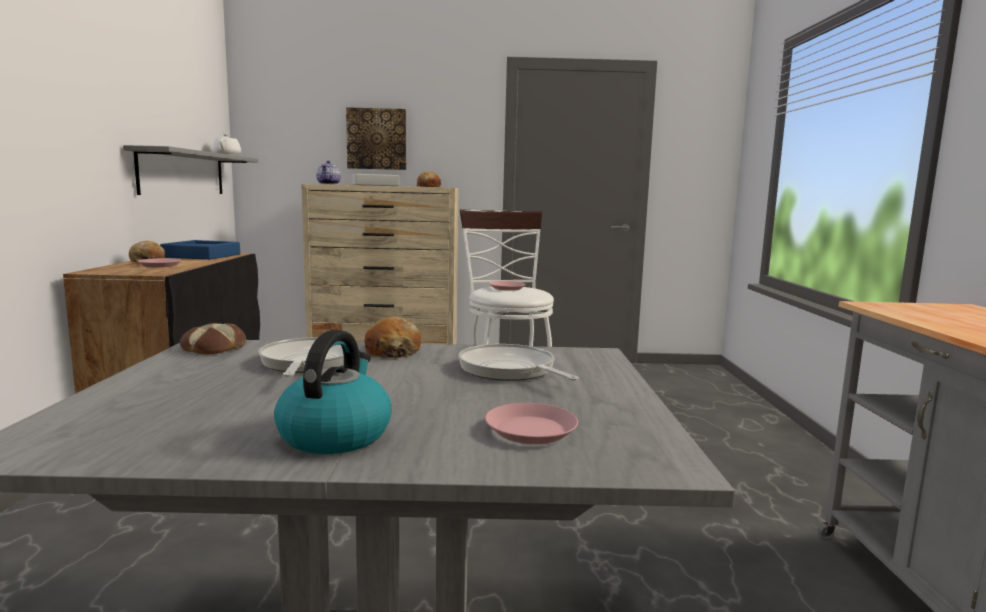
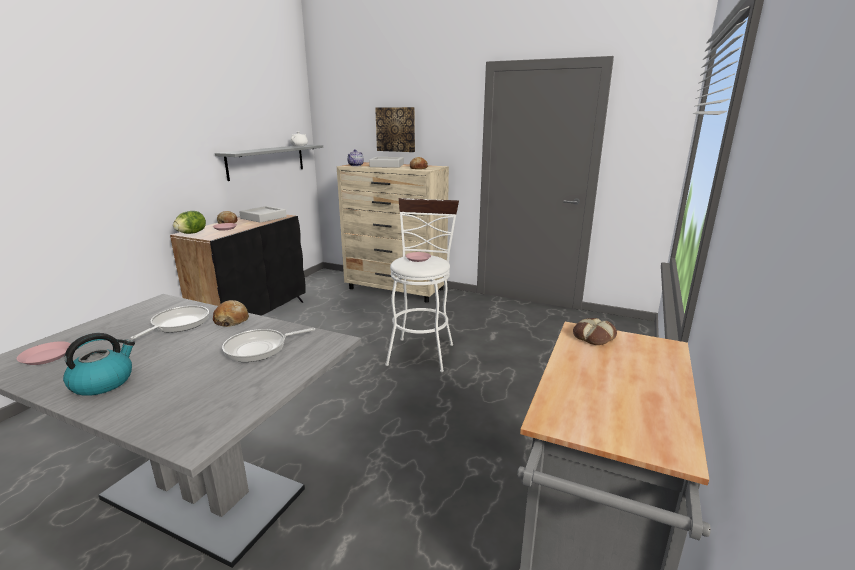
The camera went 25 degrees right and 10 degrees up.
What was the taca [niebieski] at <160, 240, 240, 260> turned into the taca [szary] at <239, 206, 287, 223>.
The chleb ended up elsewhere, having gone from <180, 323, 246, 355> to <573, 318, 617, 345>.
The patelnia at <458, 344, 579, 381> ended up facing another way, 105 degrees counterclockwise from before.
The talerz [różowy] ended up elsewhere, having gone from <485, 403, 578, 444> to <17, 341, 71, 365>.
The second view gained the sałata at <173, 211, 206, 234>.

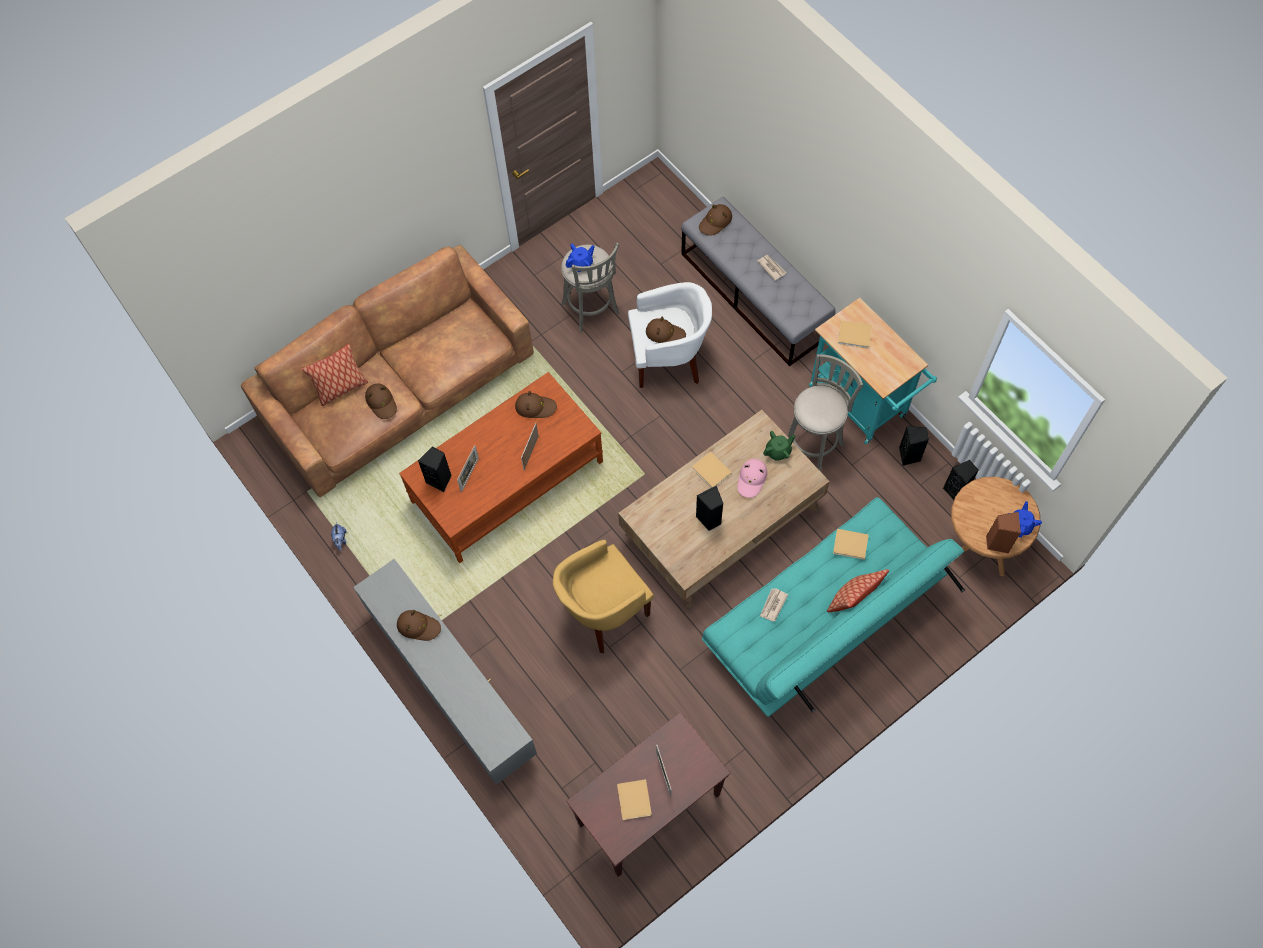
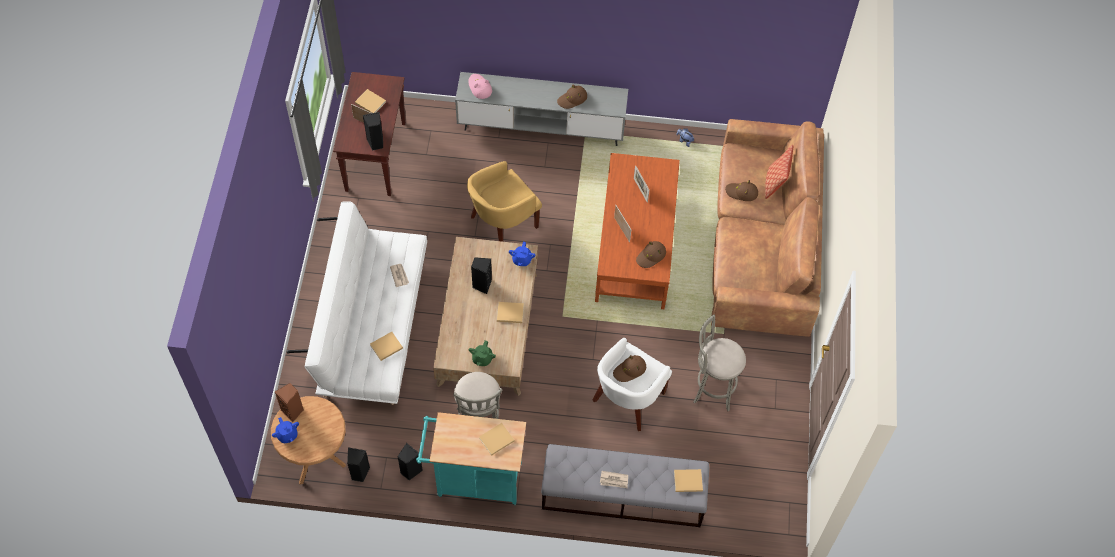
The camera went 130 degrees right and 5 degrees down.
The głośnik [czarny] ended up elsewhere, having gone from <418, 446, 452, 492> to <363, 112, 383, 151>.
The fotel [żółty] at <553, 540, 654, 653> ended up facing another way, 135 degrees counterclockwise from before.
The imbryk [niebieski] ended up elsewhere, having gone from <565, 244, 595, 272> to <509, 242, 535, 266>.
Where the kapelusz [brązowy] stood at <699, 204, 732, 236>, the książka [beżowy] came to stand at <674, 469, 703, 492>.
What was the kanapa [turkusowy] at <702, 497, 965, 717> turned into the kanapa [biały] at <287, 201, 427, 405>.
The kapelusz [różowy] ended up elsewhere, having gone from <737, 459, 767, 498> to <468, 74, 492, 99>.
The second view lost the poduszka at <827, 569, 889, 612>.

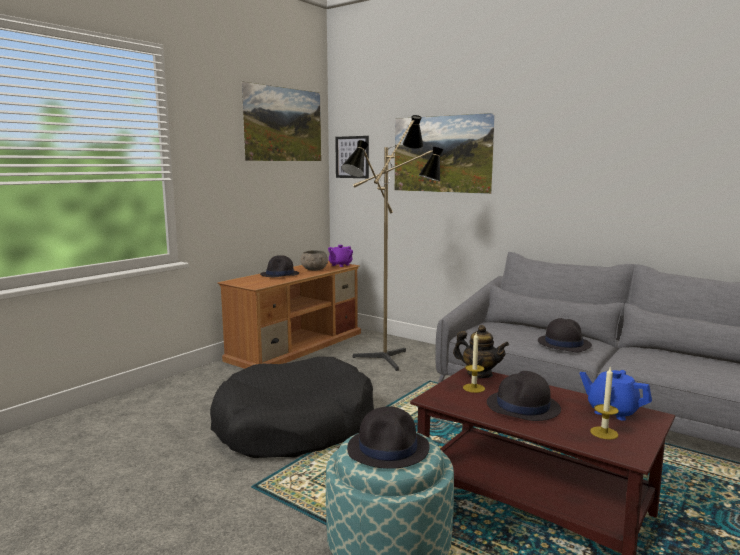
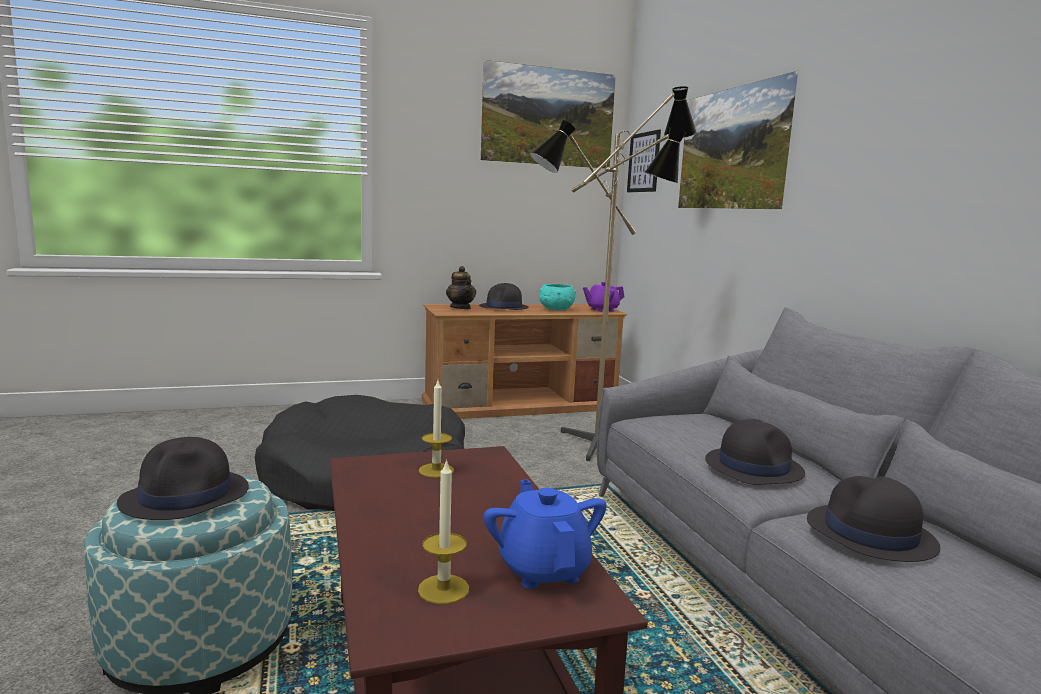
The camera went 35 degrees right and 0 degrees up.
What was the miska [szary] at <300, 250, 328, 271> turned into the miska [turkusowy] at <539, 284, 576, 311>.
The imbryk ended up elsewhere, having gone from <453, 325, 509, 378> to <446, 266, 476, 309>.
The kapelusz [czarny] ended up elsewhere, having gone from <487, 371, 561, 421> to <807, 476, 940, 562>.

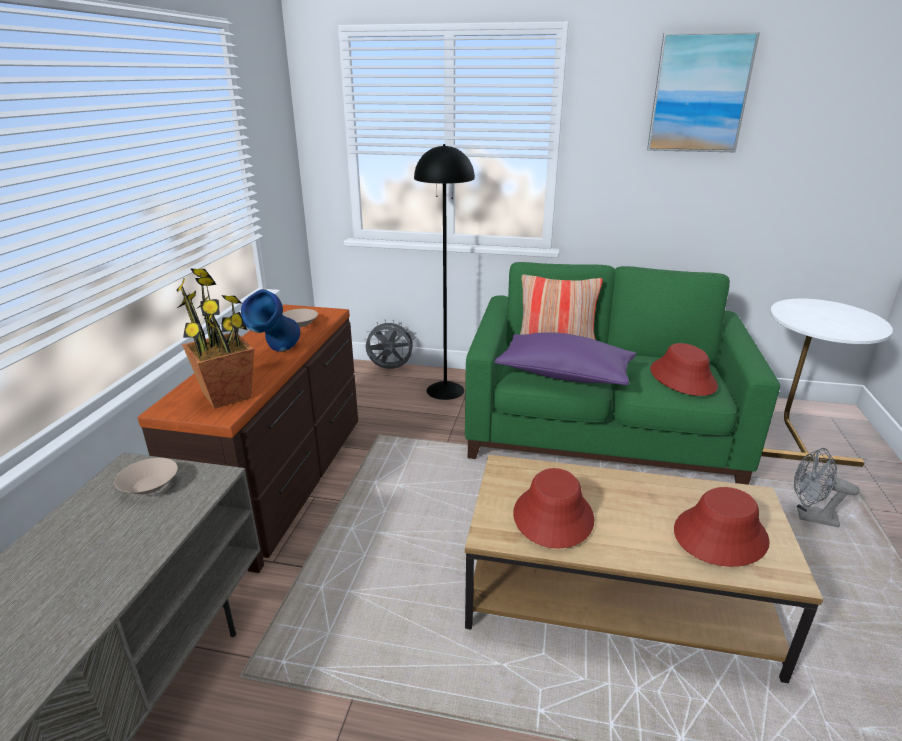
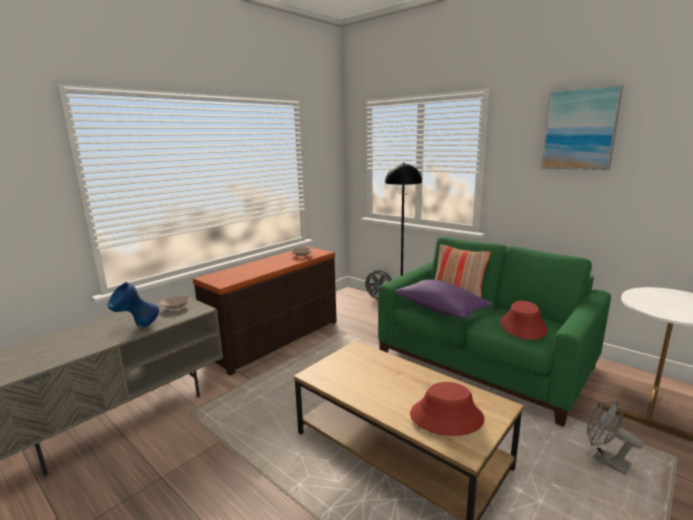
The camera went 30 degrees right and 10 degrees down.
The second view lost the roślina doniczkowa at <176, 268, 254, 409>.
The wazon [niebieski] ended up elsewhere, having gone from <241, 290, 300, 352> to <108, 282, 159, 327>.
The second view lost the kapelusz [czerwony] at <513, 468, 594, 548>.

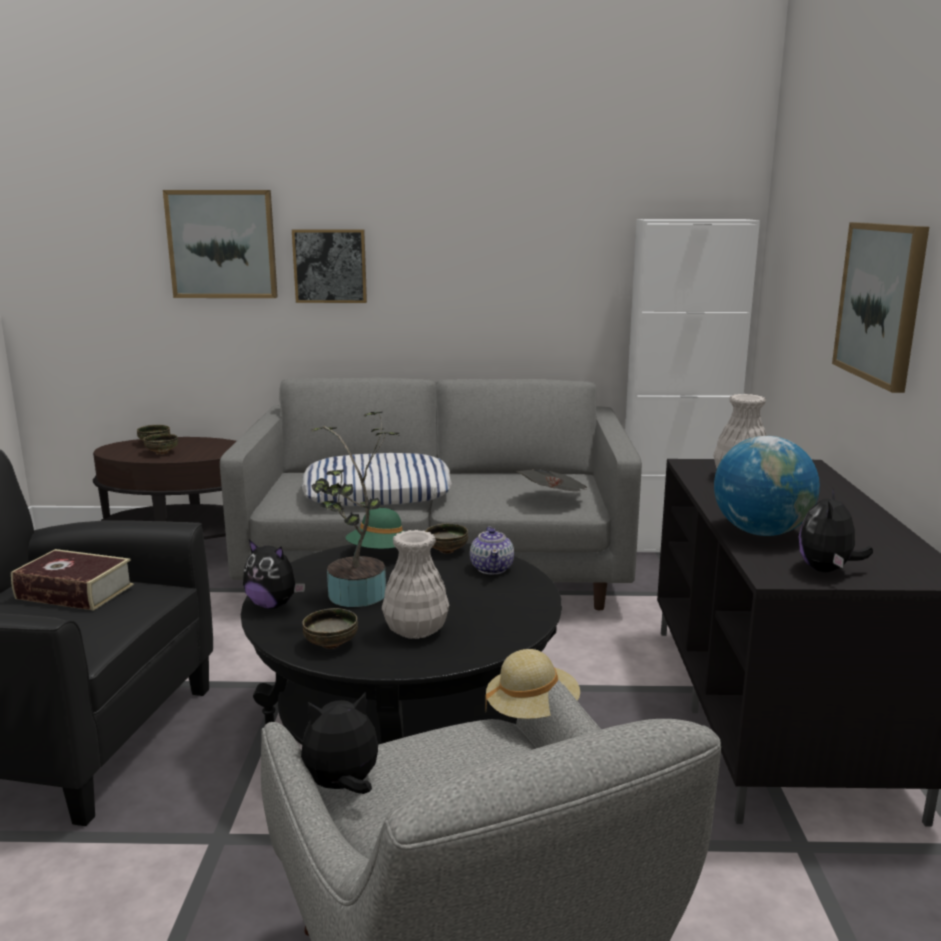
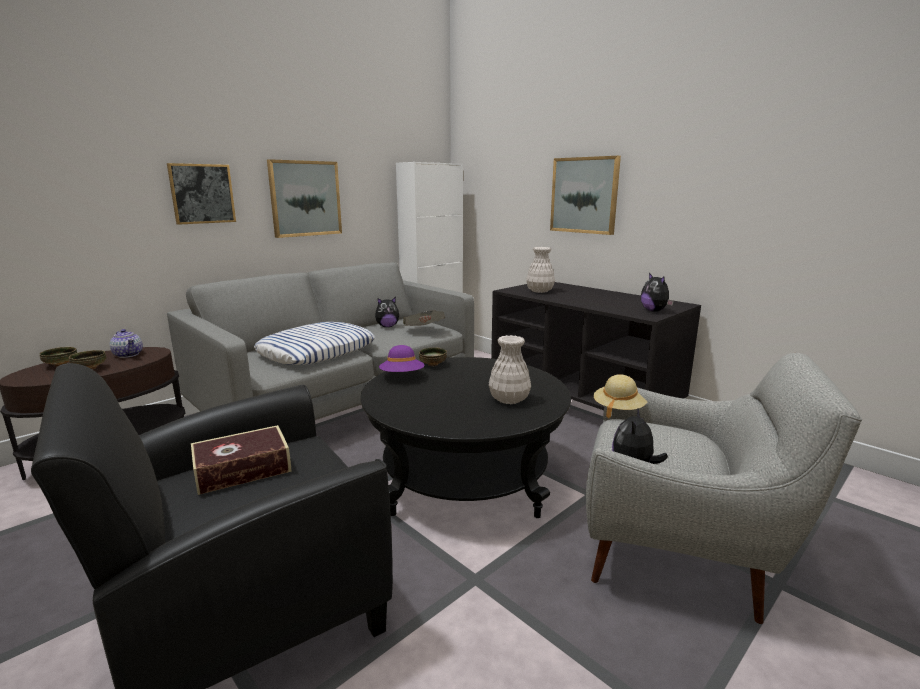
The camera went 45 degrees left and 0 degrees up.
The obraz ended up elsewhere, having gone from <163, 190, 278, 298> to <267, 159, 342, 238>.
The pluszak ended up elsewhere, having gone from <243, 540, 305, 609> to <375, 297, 400, 327>.
The second view lost the miska at <302, 608, 358, 649>.
The second view lost the roślina doniczkowa at <311, 411, 399, 607>.
What was the kapelusz [zielony] at <346, 508, 403, 549> turned into the kapelusz [fioletowy] at <379, 345, 425, 372>.
The imbryk ended up elsewhere, having gone from <470, 526, 514, 575> to <109, 329, 143, 358>.
The second view lost the globus at <714, 436, 820, 536>.

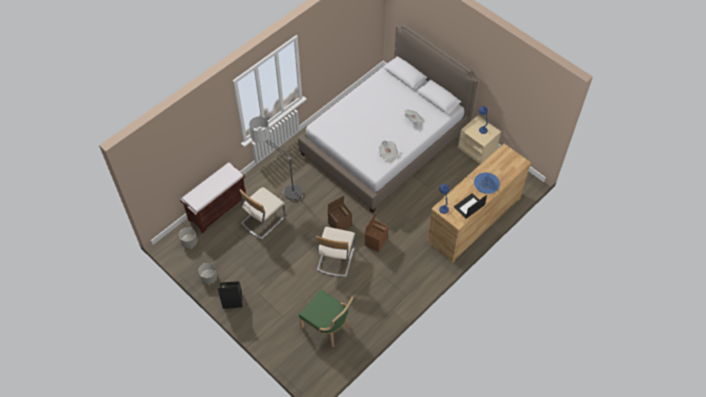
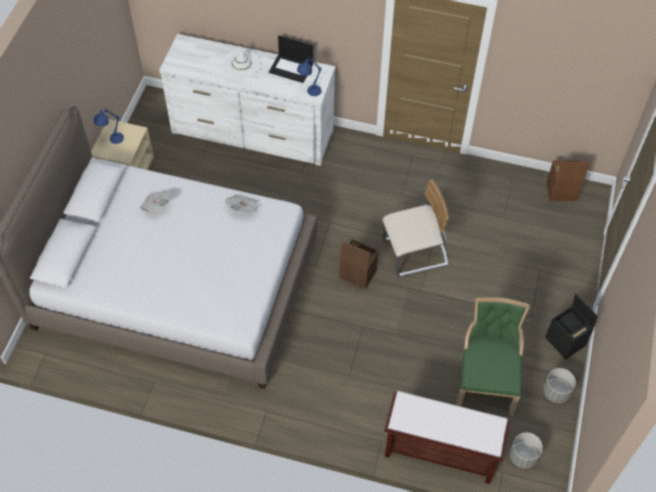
The camera went 120 degrees left and 0 degrees up.
The second view lost the krzesło [beżowy] at <239, 187, 285, 239>.
The second view lost the lampa stojąca at <249, 116, 303, 201>.
The krzesło [zielony] ended up elsewhere, having gone from <299, 290, 354, 347> to <456, 297, 529, 416>.
The pojemnik do przechowywania [brązowy] ended up elsewhere, having gone from <365, 213, 388, 252> to <547, 160, 590, 201>.
What was the komoda [brązowy] at <427, 144, 531, 263> turned into the komoda [biały] at <159, 34, 336, 166>.
What was the kapelusz [niebieski] at <474, 172, 500, 194> turned into the kapelusz [biały] at <222, 48, 261, 78>.

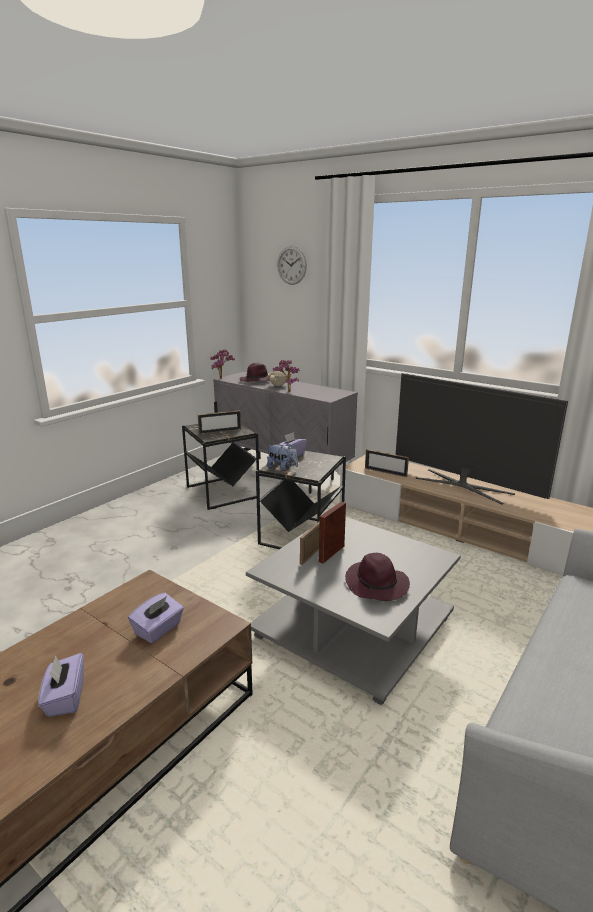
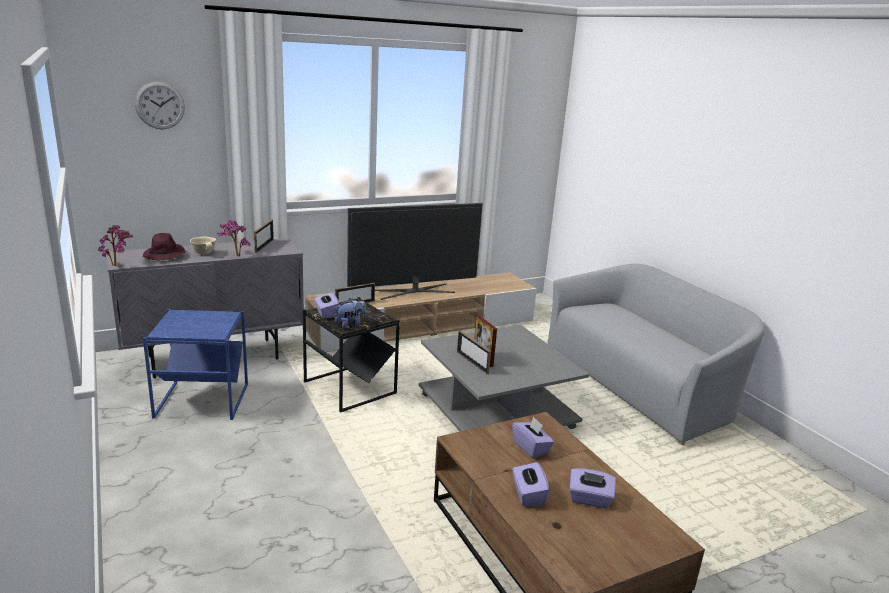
The camera went 65 degrees left and 0 degrees up.
What was the stolik [czarny] at <182, 424, 260, 510> turned into the stolik [niebieski] at <143, 309, 248, 420>.
The ramka na zdjęcie ended up elsewhere, having gone from <198, 410, 241, 434> to <254, 220, 274, 253>.
The second view lost the kapelusz [fioletowy] at <345, 553, 410, 601>.
The second view gained the pudełko chusteczek [fioletowy] at <512, 462, 549, 506>.

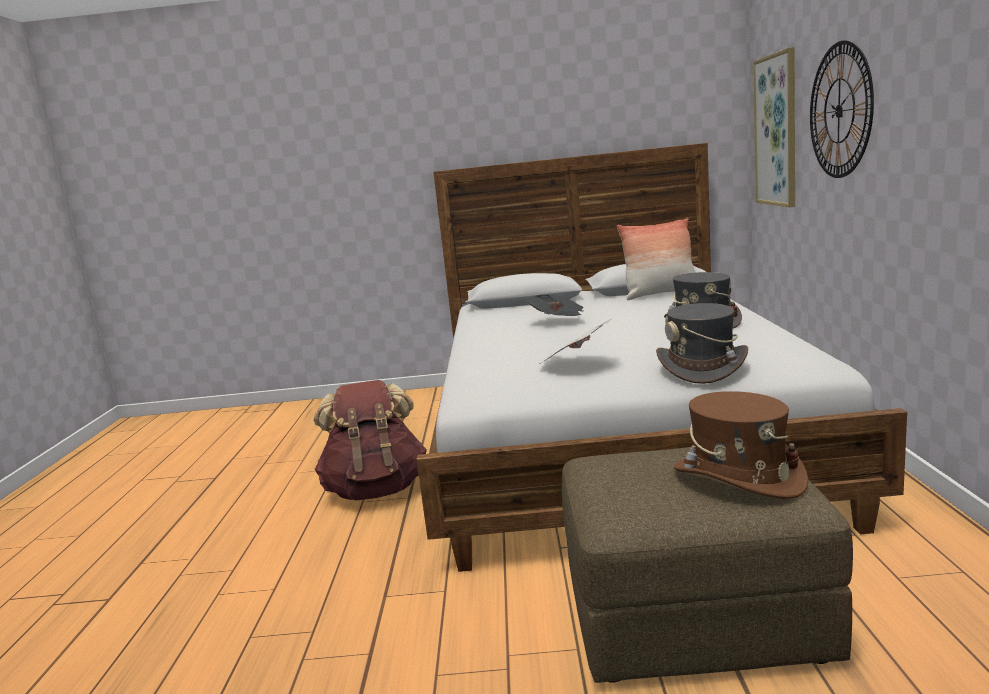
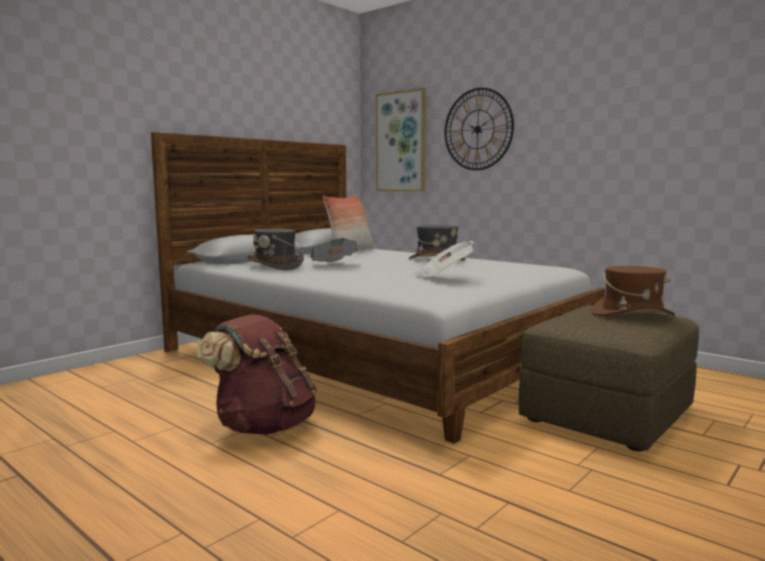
The camera went 50 degrees left and 5 degrees down.
The kapelusz [szary] ended up elsewhere, having gone from <656, 303, 748, 384> to <248, 229, 304, 270>.

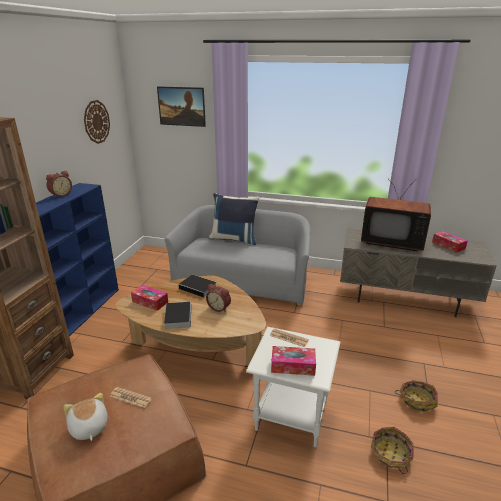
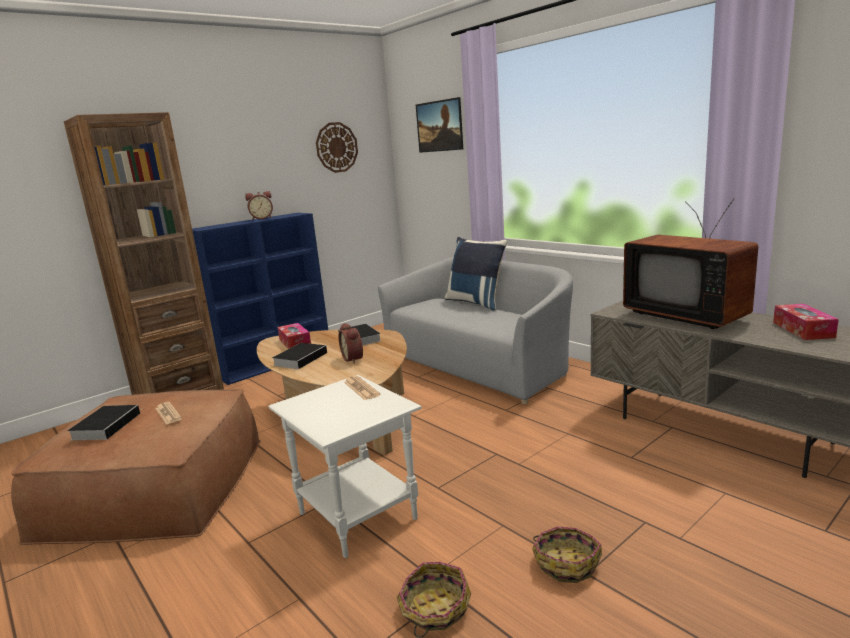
The camera went 35 degrees right and 10 degrees down.
Where the pluszak stood at <63, 393, 108, 441>, the książka came to stand at <67, 405, 140, 440>.
The second view lost the pudełko chusteczek at <271, 346, 316, 376>.

